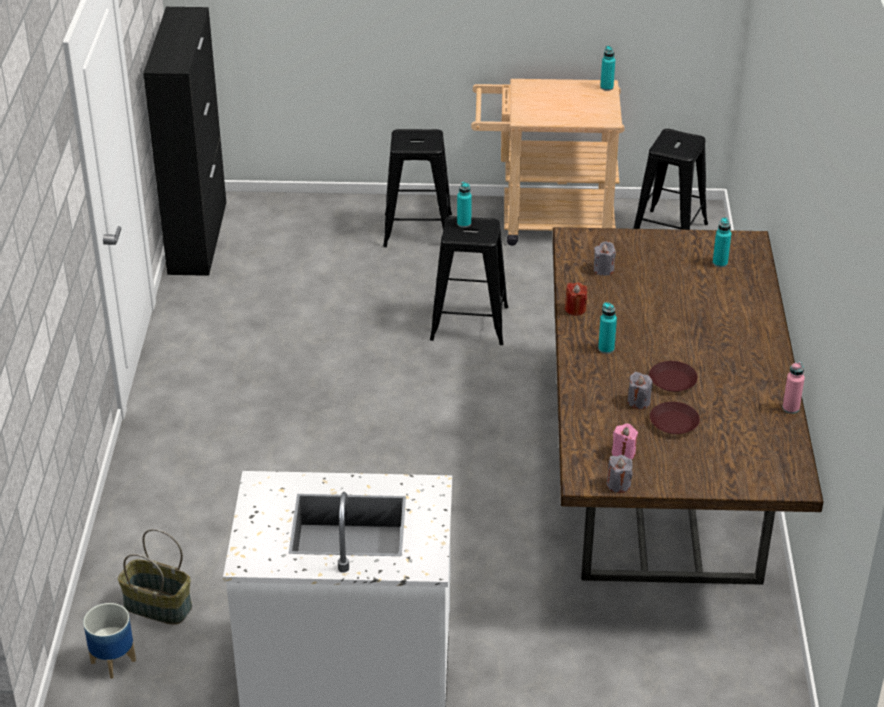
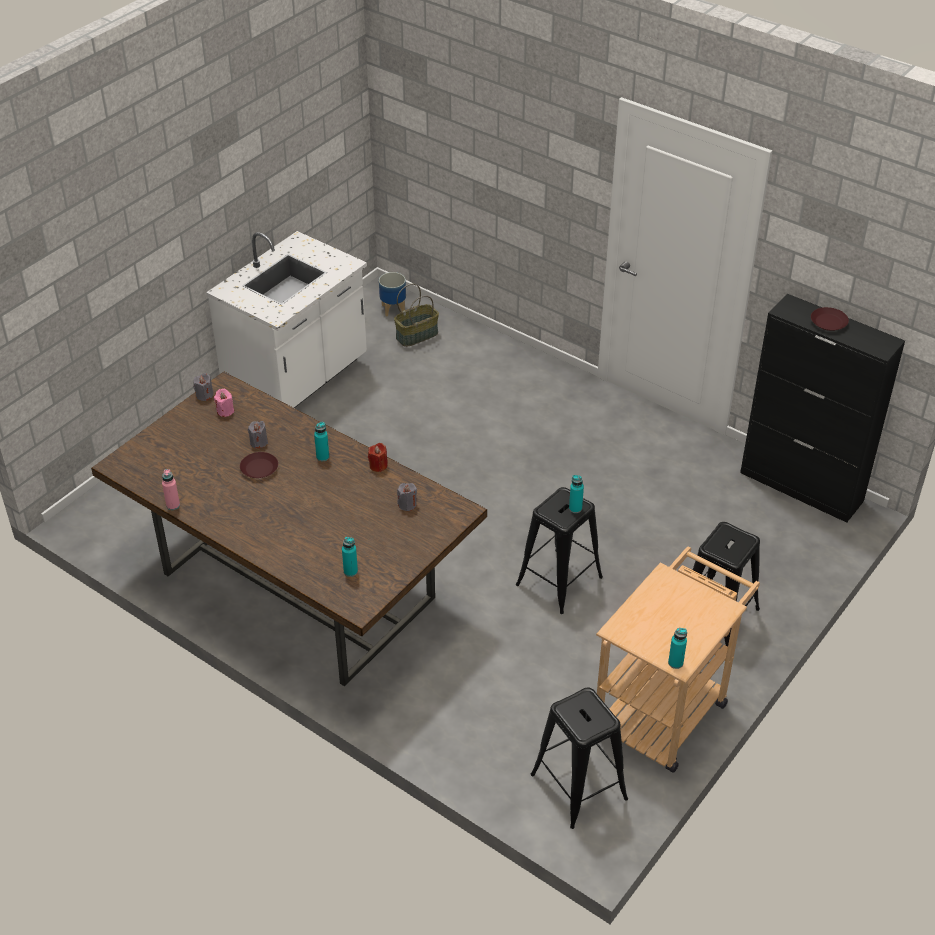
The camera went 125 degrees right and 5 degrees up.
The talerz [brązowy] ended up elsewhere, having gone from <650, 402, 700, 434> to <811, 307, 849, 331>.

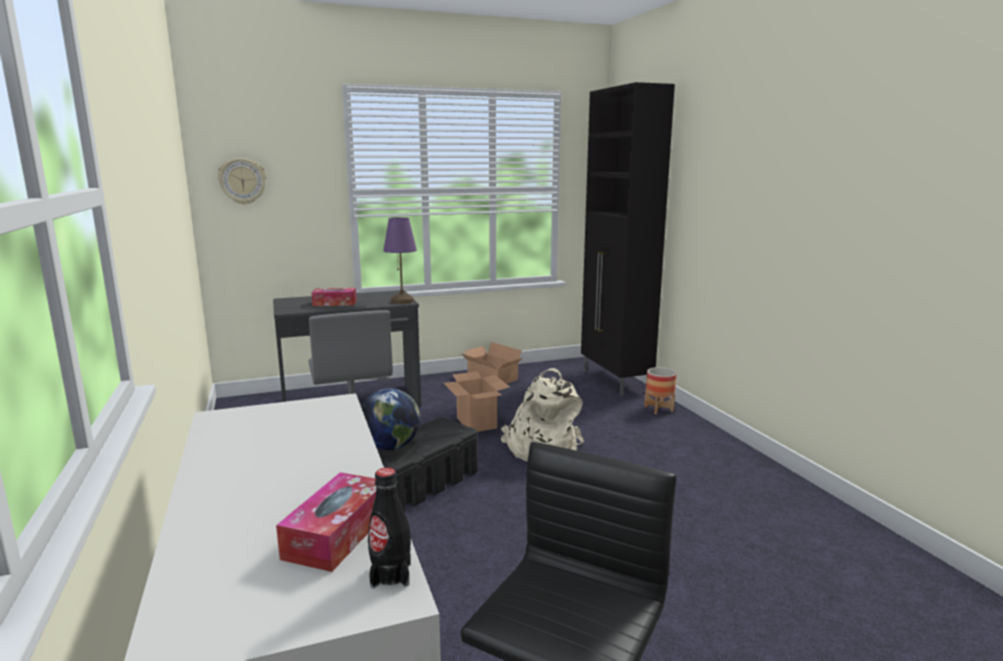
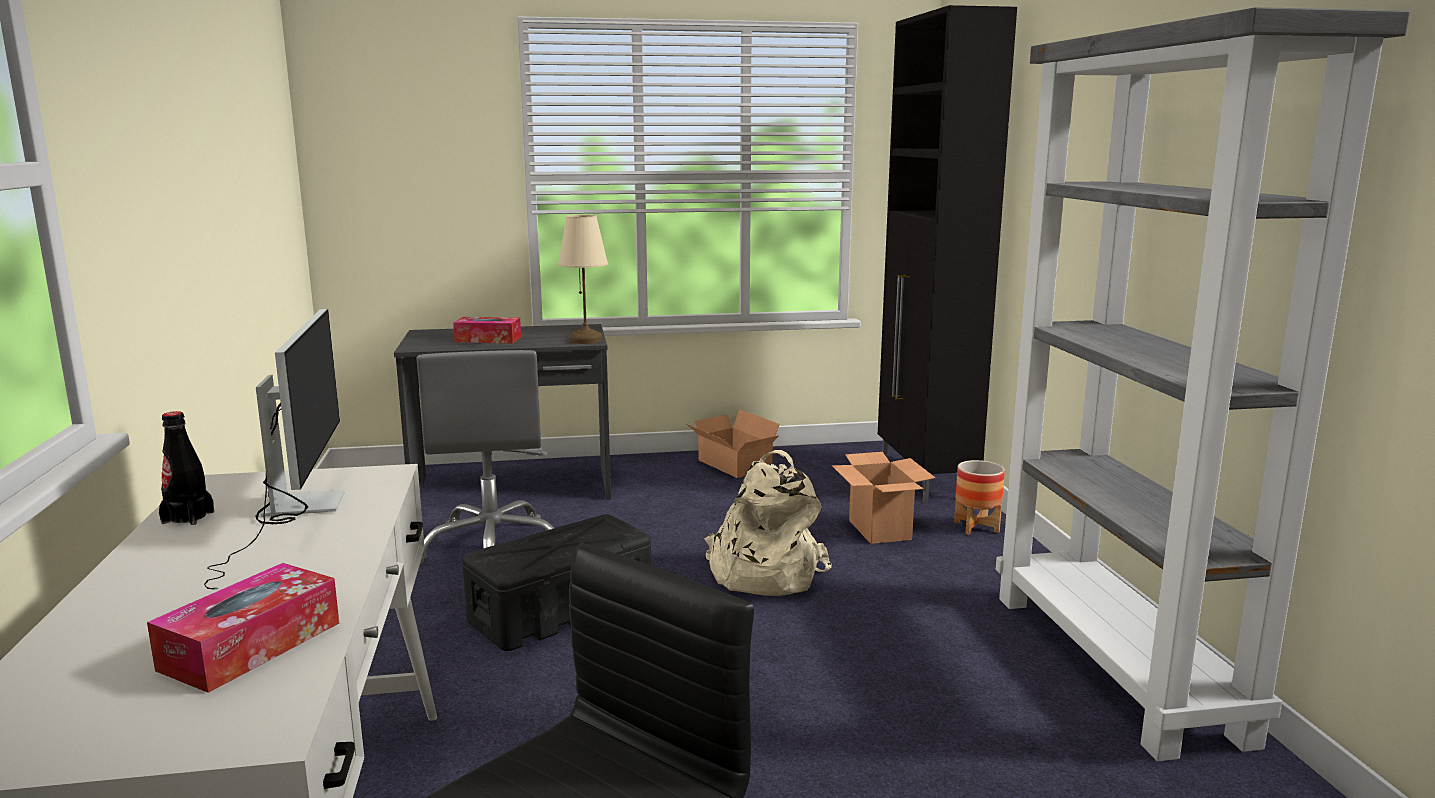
The camera went 10 degrees right and 0 degrees up.
The second view lost the zegar ścienny at <218, 158, 266, 205>.
The second view lost the globus at <361, 389, 420, 450>.
The butelka [czarny] ended up elsewhere, having gone from <368, 467, 411, 589> to <159, 411, 214, 525>.
What was the lampa stołowa [fioletowy] at <383, 217, 417, 304> turned into the lampa stołowa [beżowy] at <558, 215, 608, 344>.
The karton ended up elsewhere, having gone from <444, 371, 510, 432> to <832, 452, 935, 544>.
The second view gained the monitor at <204, 309, 345, 590>.
The second view gained the regał [szary] at <996, 7, 1410, 761>.

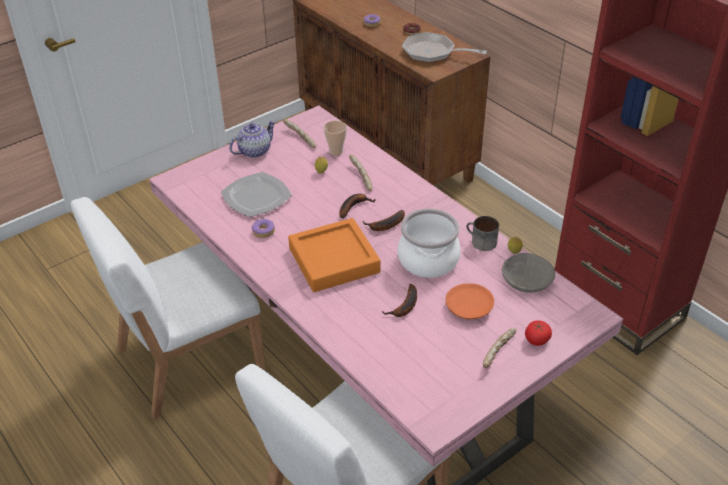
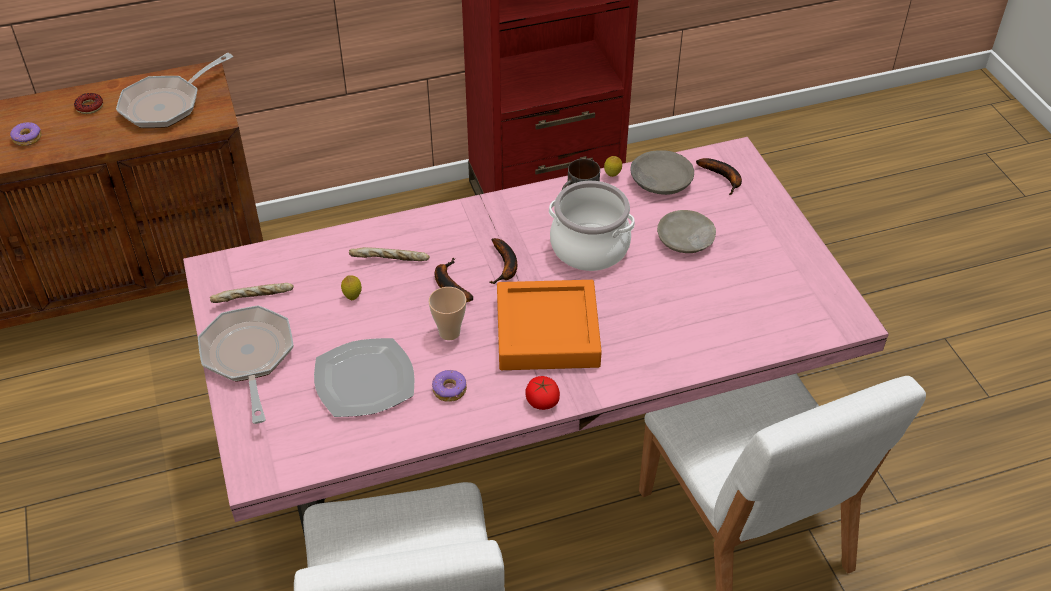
The camera went 70 degrees left and 5 degrees up.
Where the imbryk stood at <229, 120, 276, 158>, the patelnia came to stand at <198, 305, 294, 424>.
The filiżanka ended up elsewhere, having gone from <324, 121, 347, 155> to <429, 287, 466, 340>.
The banan ended up elsewhere, having gone from <382, 284, 417, 317> to <696, 158, 742, 195>.
What was the talerz [pomarańczowy] at <445, 283, 494, 319> turned into the talerz [beżowy] at <657, 210, 716, 253>.
The second view lost the chleb at <483, 327, 516, 368>.
The pomidor ended up elsewhere, having gone from <525, 320, 552, 346> to <525, 376, 560, 410>.

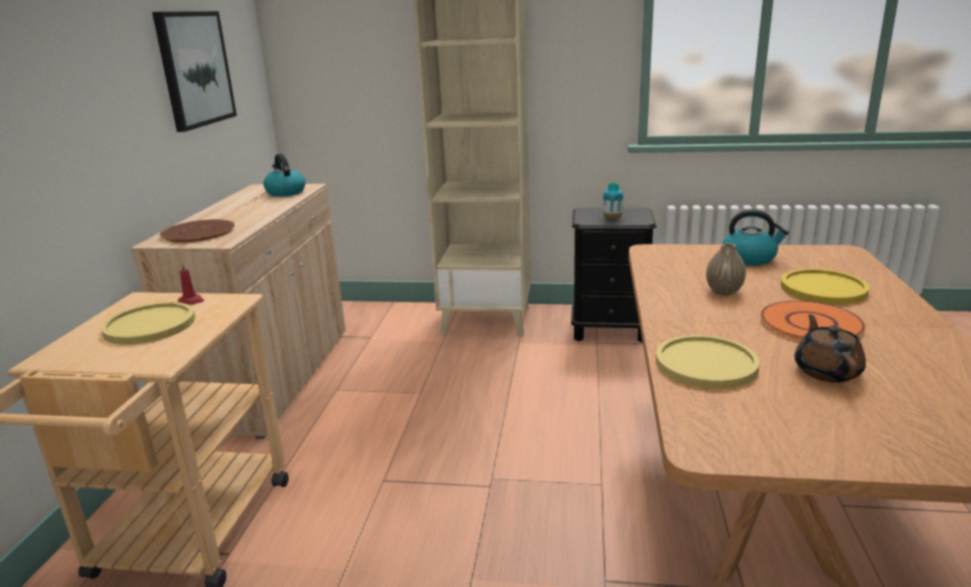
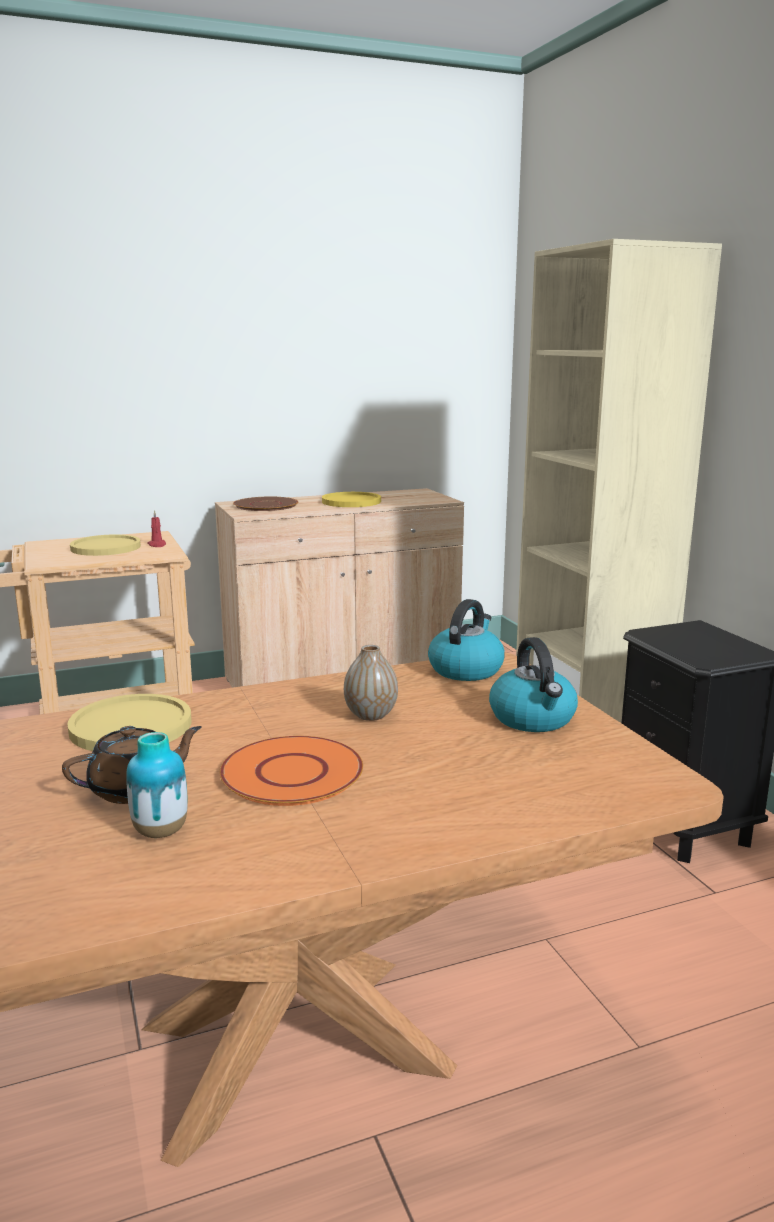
The camera went 60 degrees right and 5 degrees down.
The second view lost the obraz at <152, 11, 237, 132>.
The czajnik ended up elsewhere, having gone from <263, 154, 306, 196> to <428, 599, 505, 681>.
The wazon ended up elsewhere, having gone from <603, 182, 623, 219> to <126, 732, 188, 838>.
The talerz [żółty] ended up elsewhere, having gone from <781, 269, 869, 305> to <322, 492, 381, 507>.

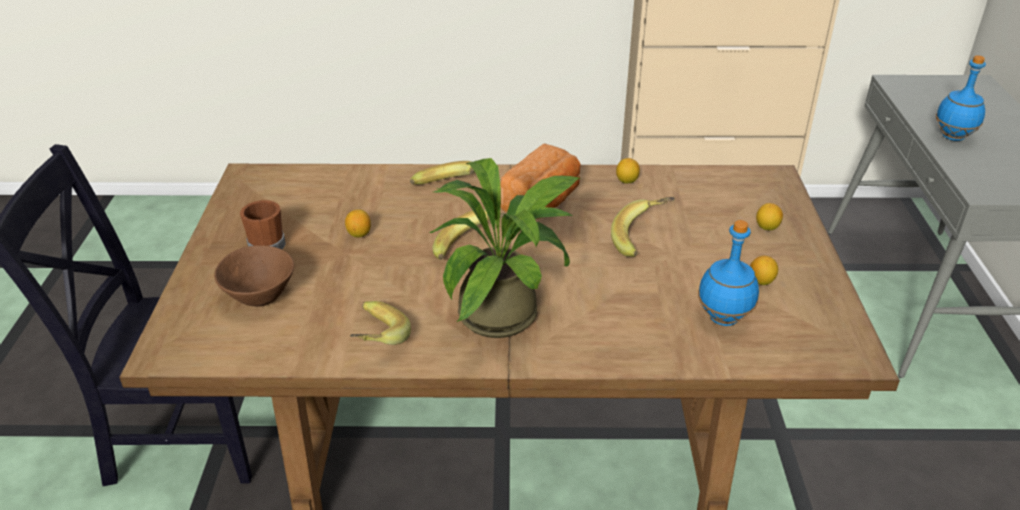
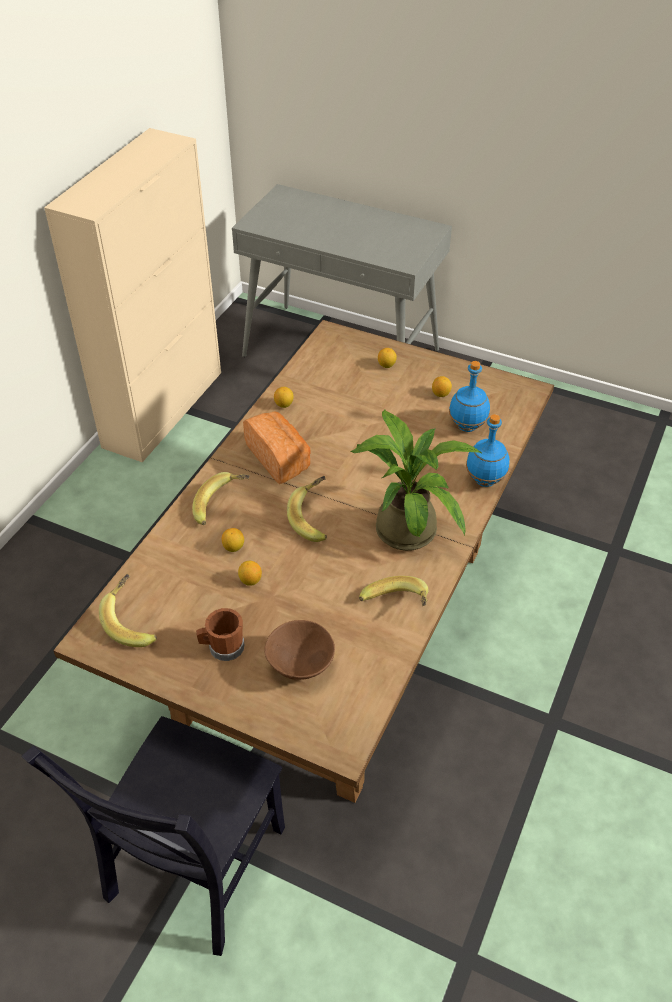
The camera went 65 degrees left and 10 degrees up.
The banan ended up elsewhere, having gone from <611, 197, 675, 257> to <99, 574, 157, 647>.
The butelka [niebieski] ended up elsewhere, having gone from <936, 55, 986, 141> to <466, 414, 510, 487>.
The second view gained the cytryna at <222, 528, 244, 552>.

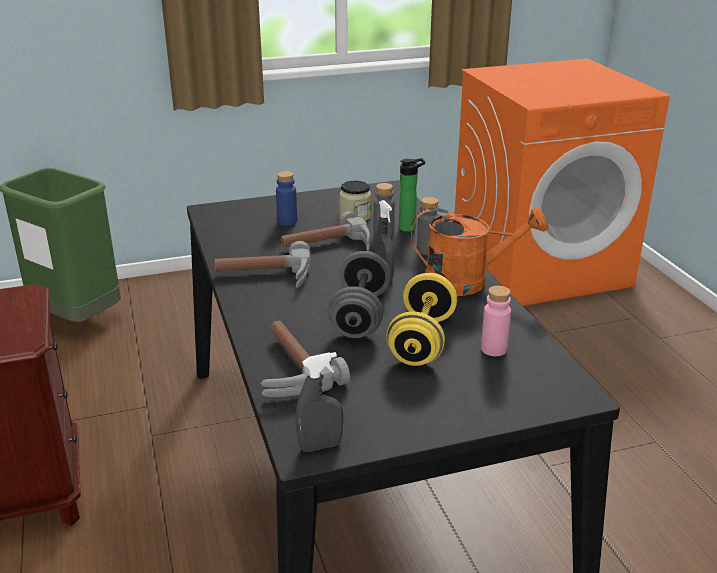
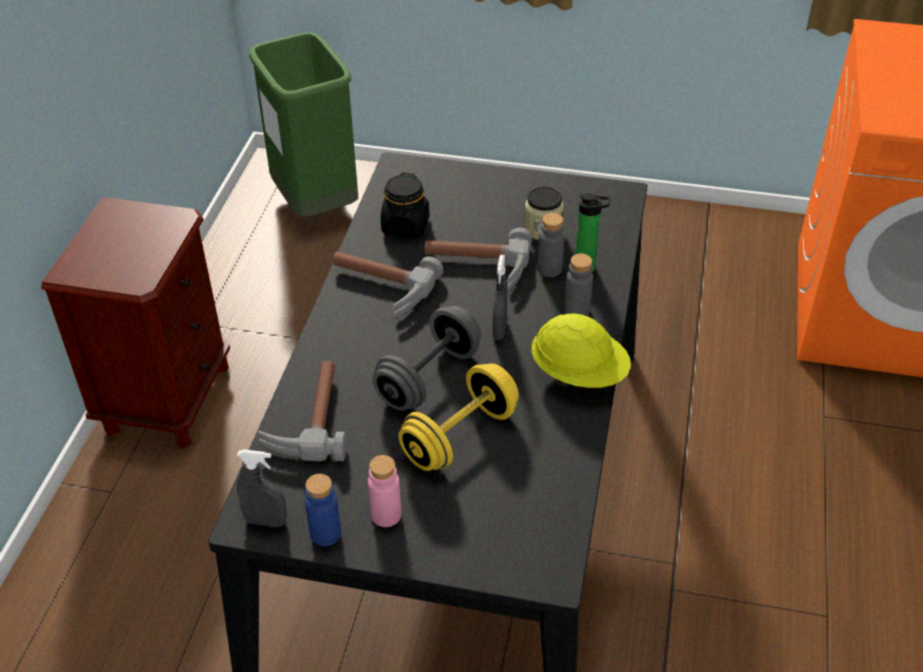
The camera went 30 degrees right and 15 degrees up.
The butelka [niebieski] ended up elsewhere, having gone from <276, 171, 297, 226> to <305, 474, 341, 546>.
Where the konewka [pomarańczowy] stood at <411, 207, 548, 296>, the kask [żółty] came to stand at <532, 314, 631, 388>.
The butelka [różowy] ended up elsewhere, having gone from <481, 286, 511, 356> to <368, 455, 402, 527>.
The second view gained the słoik [czarny] at <381, 173, 429, 238>.

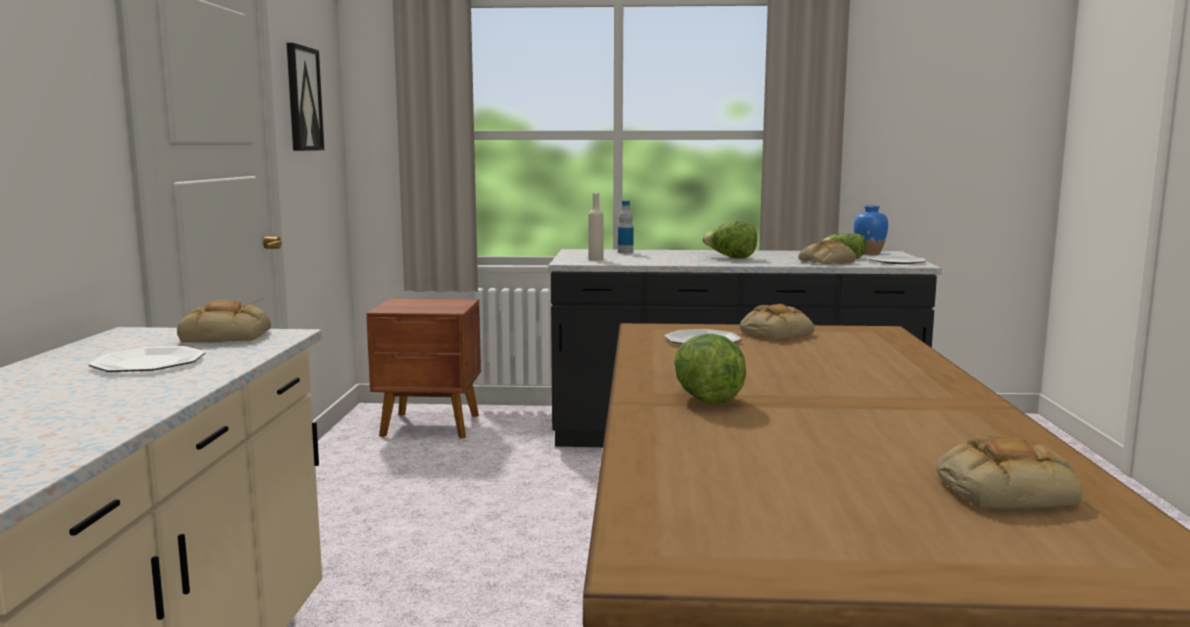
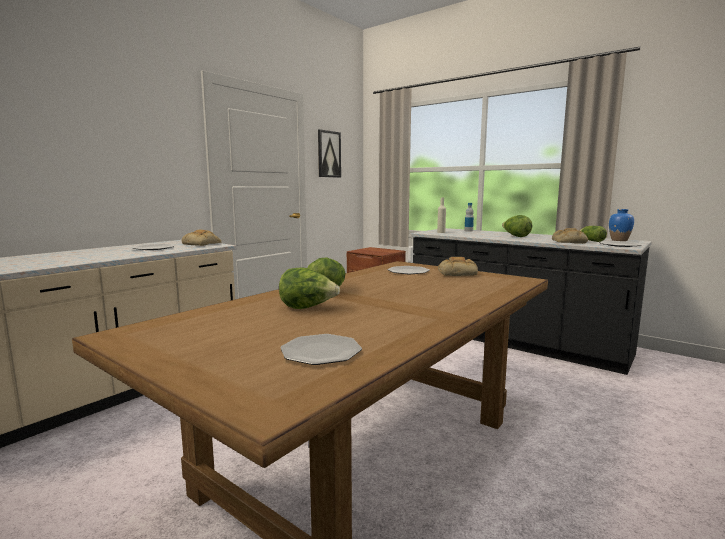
The camera went 35 degrees right and 0 degrees up.
Where the chleb stood at <936, 435, 1082, 509>, the talerz came to stand at <280, 334, 362, 365>.
The second view gained the sałata at <279, 267, 340, 309>.

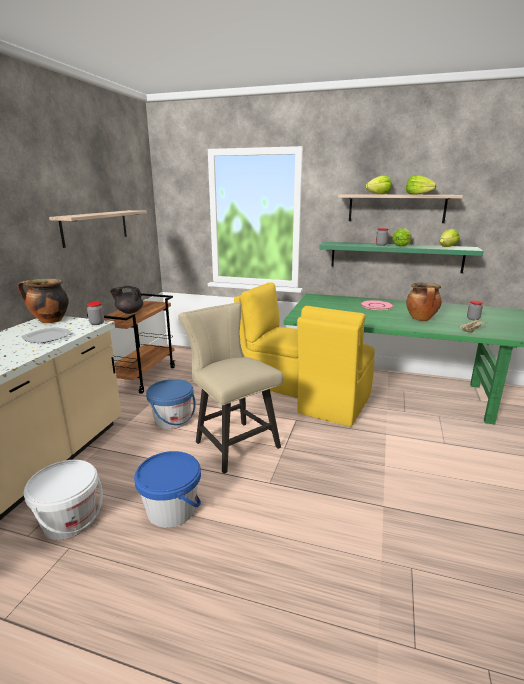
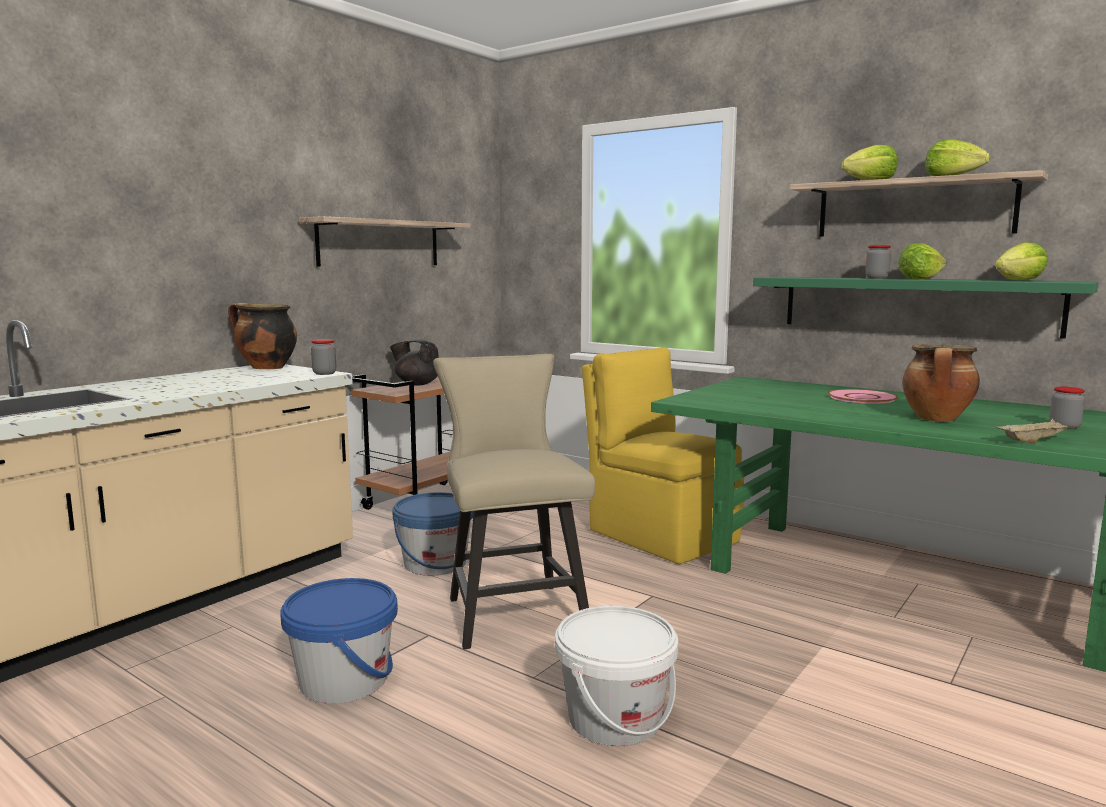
The camera went 20 degrees right and 10 degrees down.
The second view lost the talerz at <21, 327, 72, 343>.
The wiadro [biały] ended up elsewhere, having gone from <24, 460, 103, 540> to <555, 606, 678, 746>.
The second view lost the krzesło [żółty] at <297, 306, 375, 427>.

